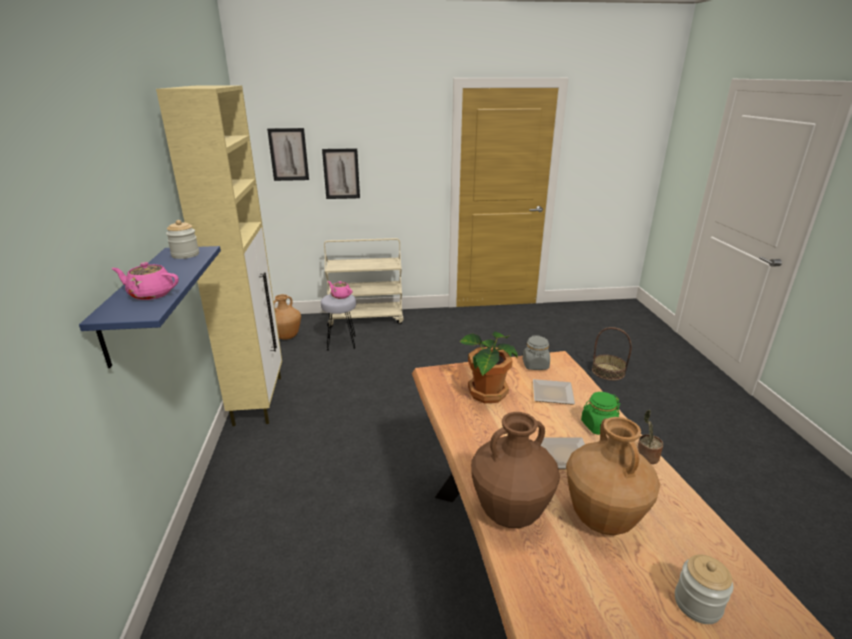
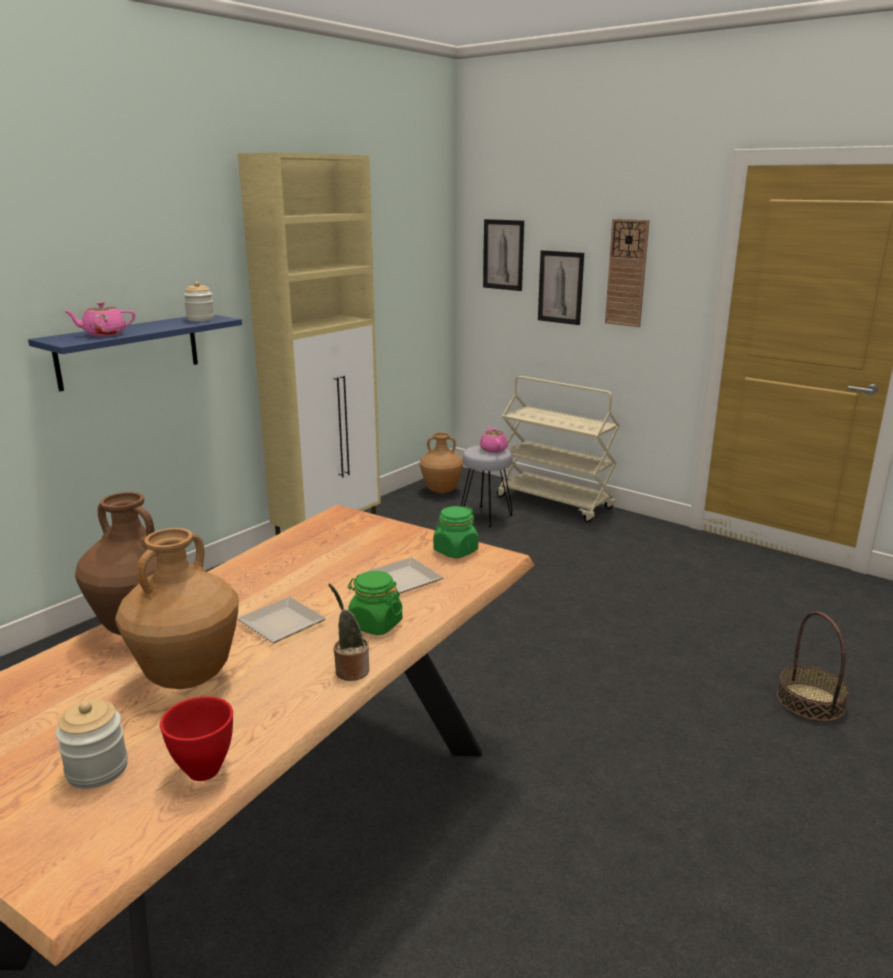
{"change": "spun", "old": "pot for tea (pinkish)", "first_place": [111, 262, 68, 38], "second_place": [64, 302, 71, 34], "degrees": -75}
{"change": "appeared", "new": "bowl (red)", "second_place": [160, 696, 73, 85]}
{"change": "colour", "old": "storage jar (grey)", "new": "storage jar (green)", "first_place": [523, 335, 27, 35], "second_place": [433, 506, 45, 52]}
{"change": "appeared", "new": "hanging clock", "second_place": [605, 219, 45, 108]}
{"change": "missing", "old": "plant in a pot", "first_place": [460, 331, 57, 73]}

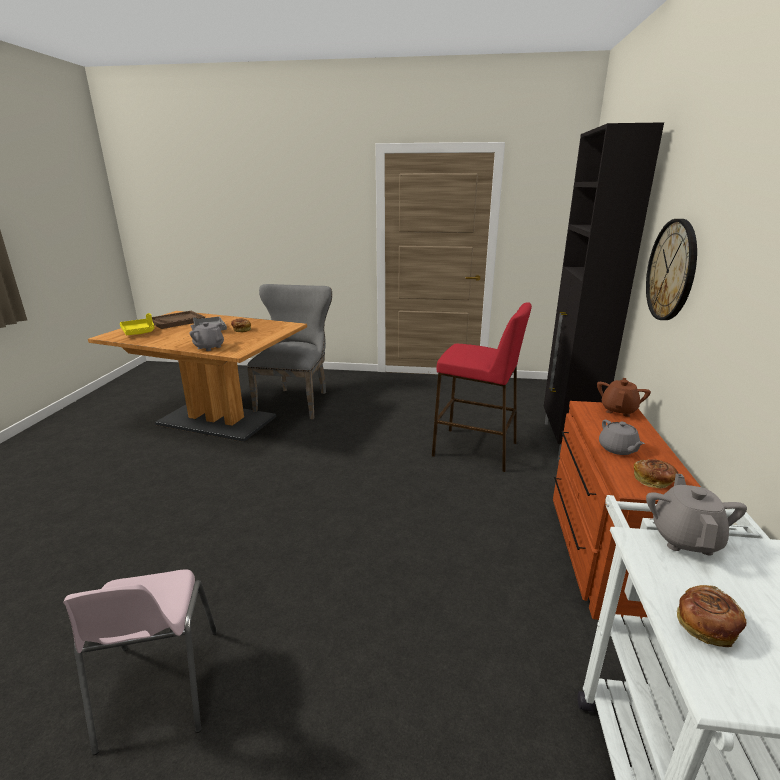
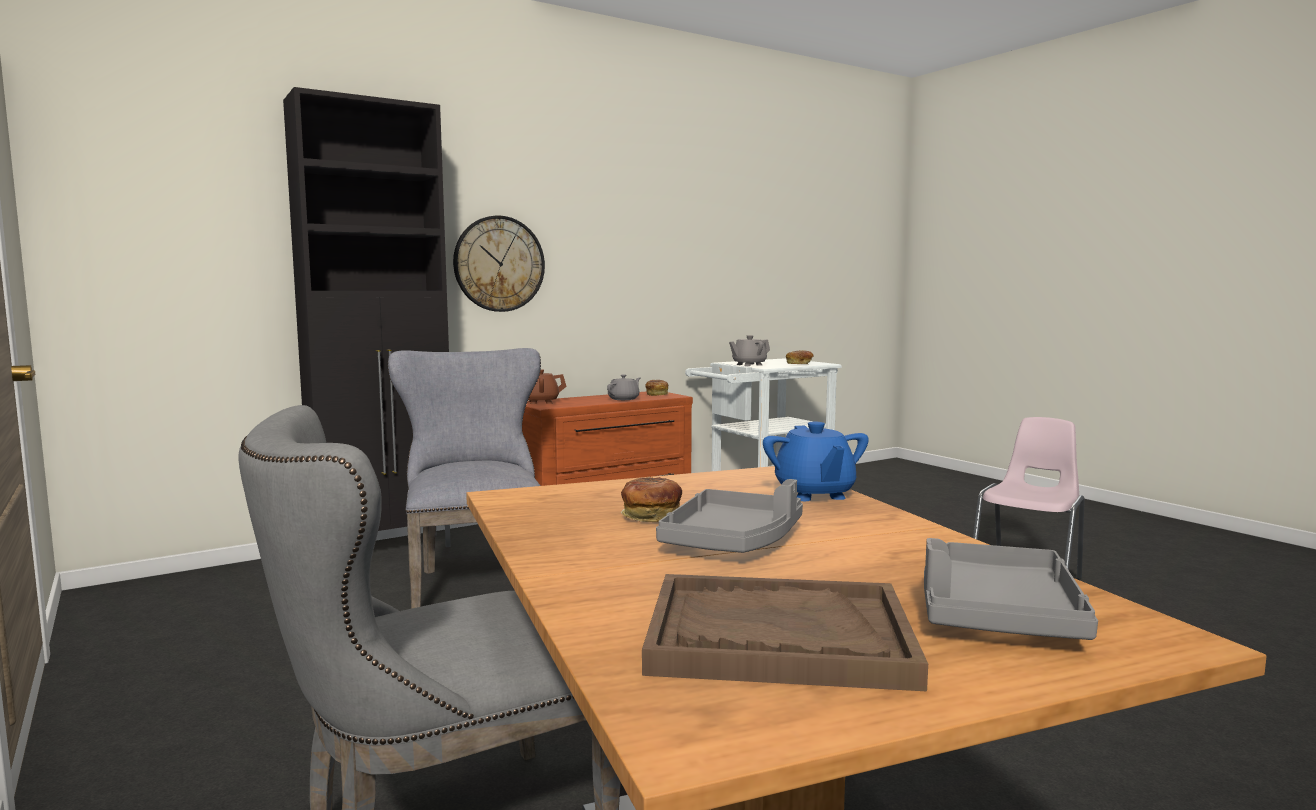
{"change": "exchanged", "old": "sitting stool (red)", "new": "upright chair (grey)", "first_place": [432, 302, 100, 170], "second_place": [388, 348, 153, 261]}
{"change": "colour", "old": "pot for tea (grey)", "new": "pot for tea (blue-coloured)", "first_place": [190, 322, 34, 29], "second_place": [763, 422, 106, 79]}
{"change": "colour", "old": "tray (yellowish)", "new": "tray (grey)", "first_place": [120, 313, 34, 22], "second_place": [924, 538, 174, 102]}

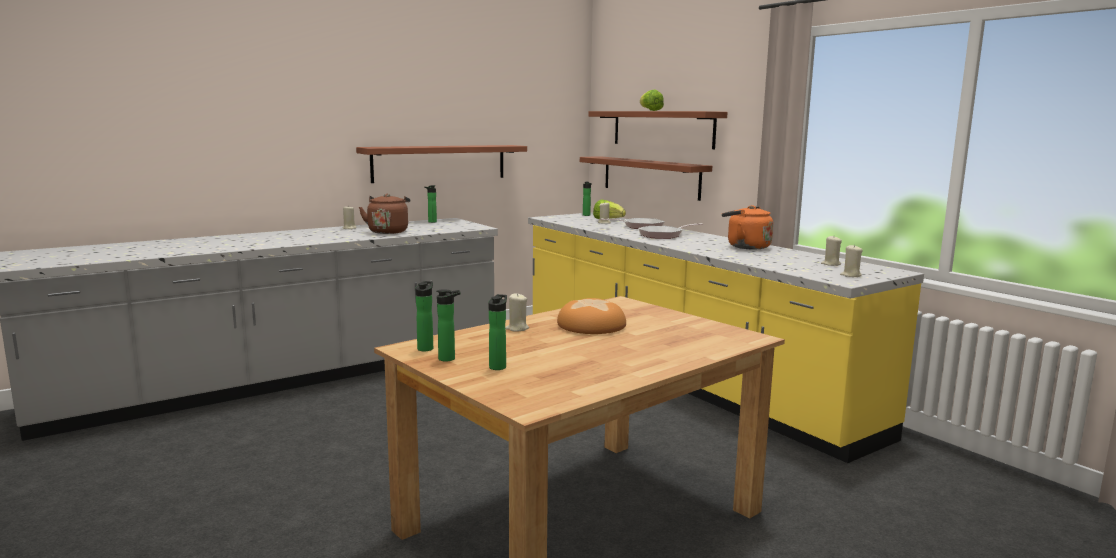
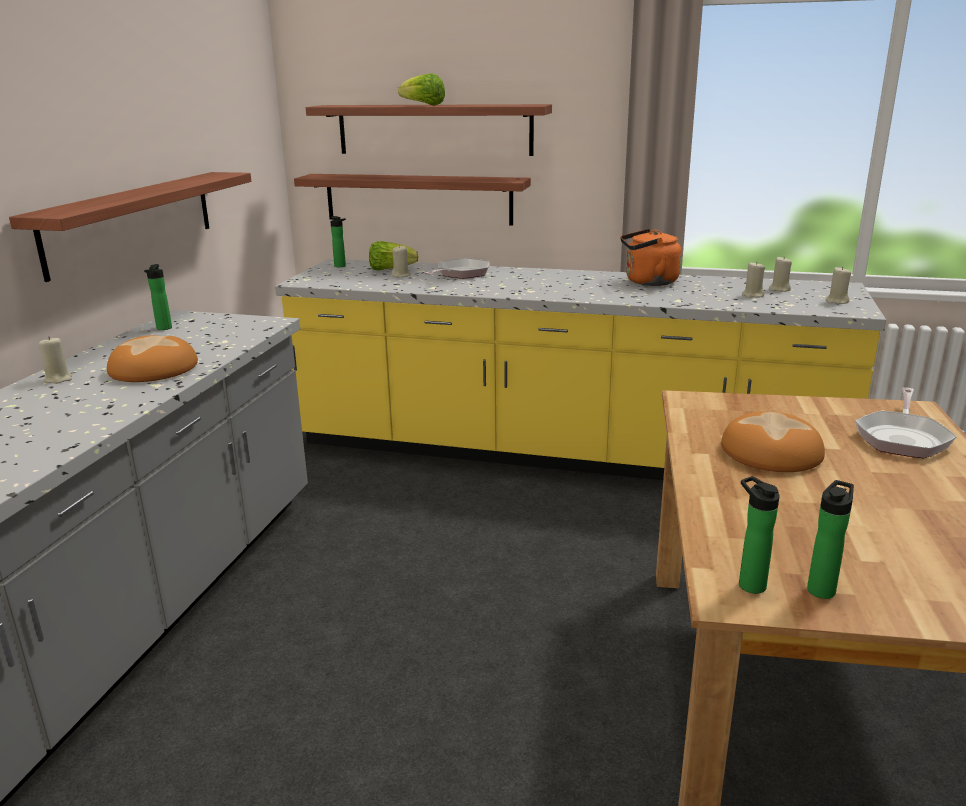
{"change": "exchanged", "old": "water kettle (brown)", "new": "bakery bread", "first_place": [359, 194, 51, 40], "second_place": [107, 335, 91, 47]}
{"change": "relocated", "old": "candle (sand-coloured)", "first_place": [505, 293, 24, 39], "second_place": [742, 261, 23, 37]}
{"change": "relocated", "old": "pan", "first_place": [638, 223, 65, 16], "second_place": [855, 387, 102, 71]}
{"change": "missing", "old": "bottle", "first_place": [489, 294, 18, 76]}

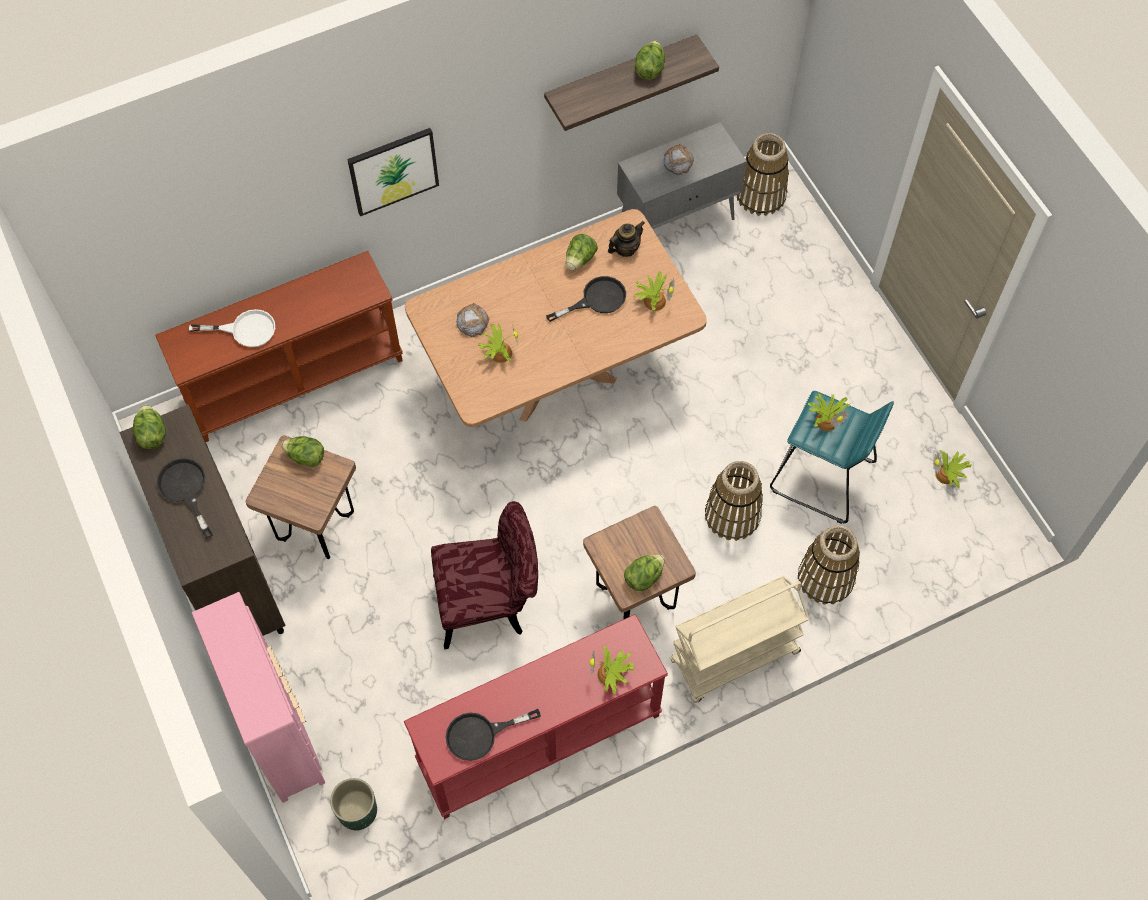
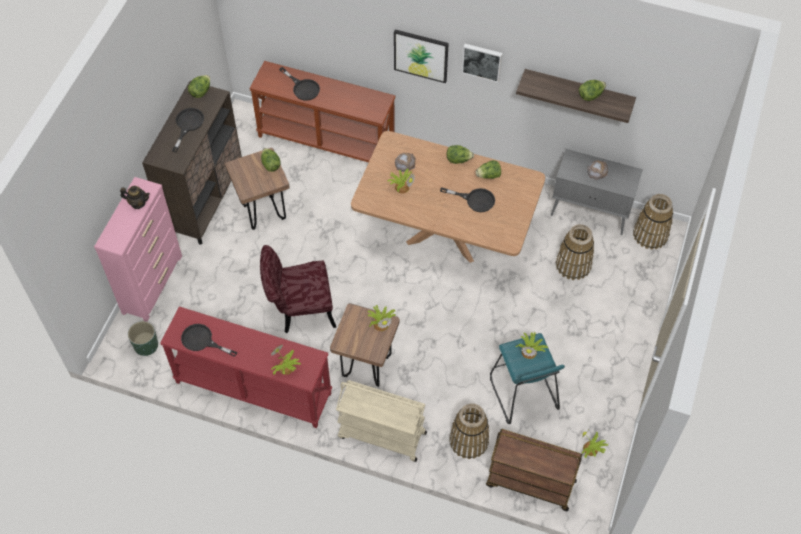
{"change": "relocated", "old": "pot for tea", "first_place": [608, 221, 37, 36], "second_place": [120, 186, 30, 23]}
{"change": "spun", "old": "upright chair (red)", "first_place": [431, 501, 107, 149], "second_place": [260, 245, 76, 88], "degrees": 135}
{"change": "colour", "old": "pan (whitish)", "new": "pan (black-coloured)", "first_place": [189, 309, 86, 38], "second_place": [279, 67, 41, 34]}
{"change": "relocated", "old": "plant in a pot", "first_place": [634, 271, 41, 40], "second_place": [367, 305, 29, 26]}
{"change": "relocated", "old": "lettuce head", "first_place": [624, 555, 41, 36], "second_place": [446, 145, 28, 19]}
{"change": "appeared", "new": "wall art", "second_place": [462, 44, 40, 39]}
{"change": "appeared", "new": "cart (brown)", "second_place": [486, 429, 96, 82]}
{"change": "relocated", "old": "basket", "first_place": [705, 461, 58, 80], "second_place": [556, 224, 38, 56]}

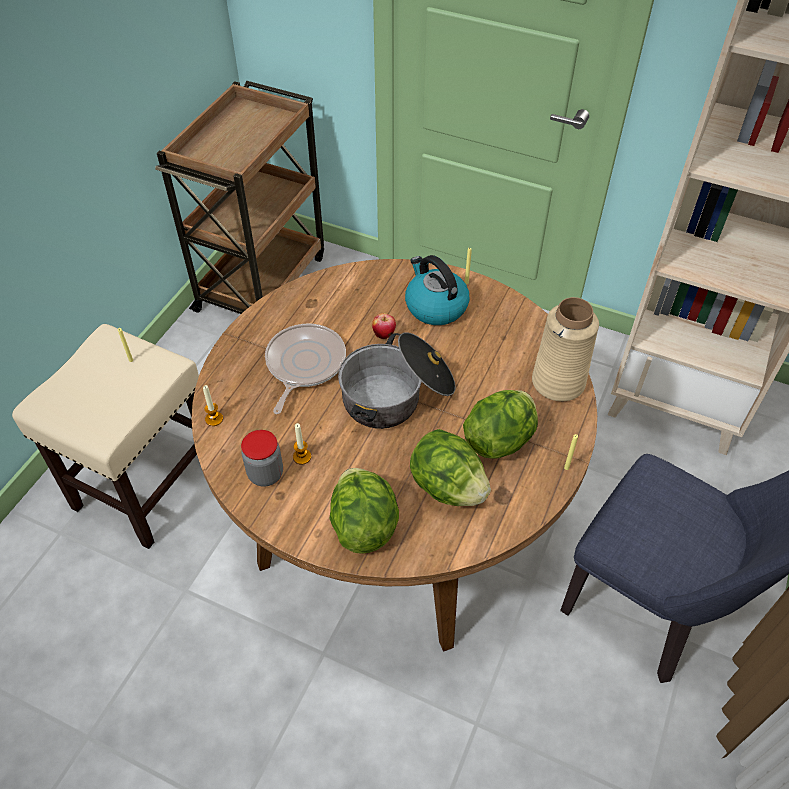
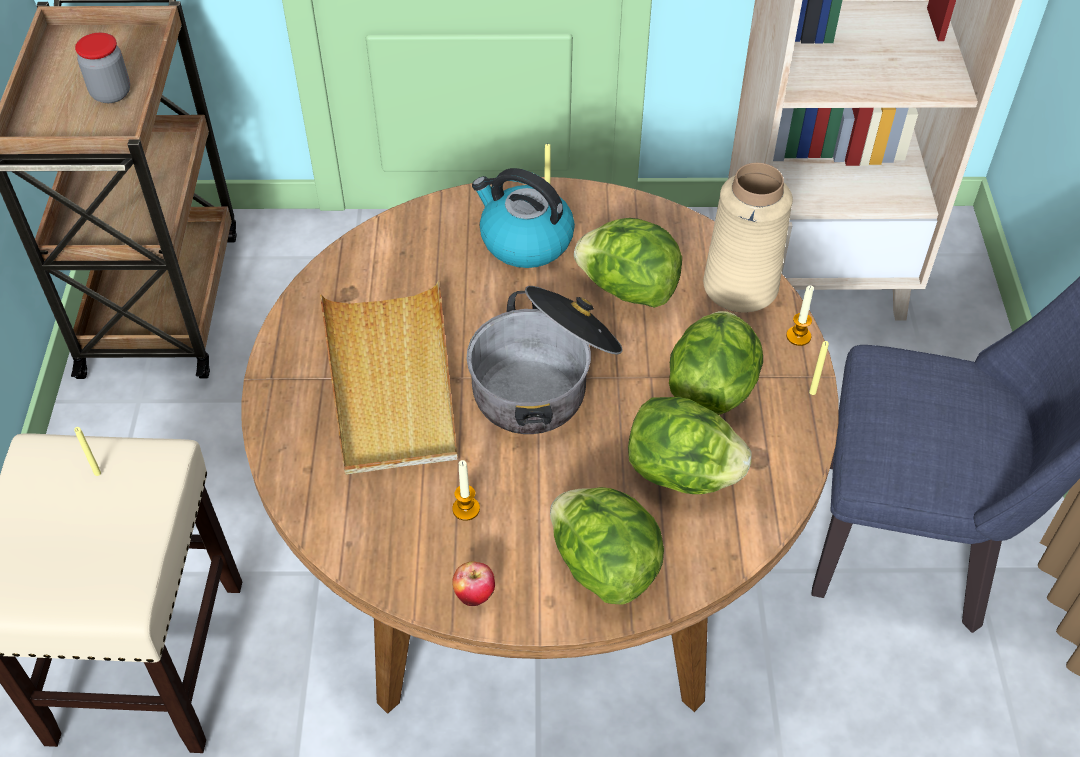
{"change": "relocated", "old": "storage jar", "first_place": [241, 430, 42, 57], "second_place": [75, 33, 55, 70]}
{"change": "exchanged", "old": "pan", "new": "tray (sand-coloured)", "first_place": [265, 324, 81, 90], "second_place": [320, 281, 137, 194]}
{"change": "relocated", "old": "apple", "first_place": [372, 313, 24, 26], "second_place": [452, 562, 43, 44]}
{"change": "appeared", "new": "lettuce head", "second_place": [574, 218, 108, 90]}
{"change": "relocated", "old": "candle", "first_place": [203, 385, 20, 41], "second_place": [786, 285, 28, 61]}

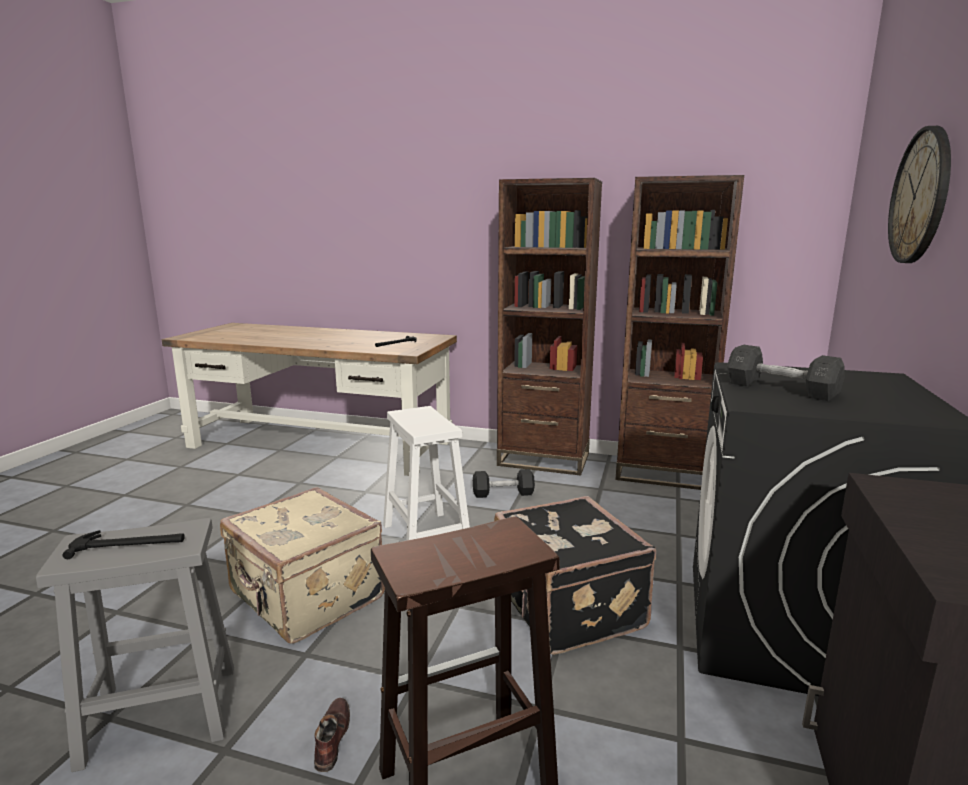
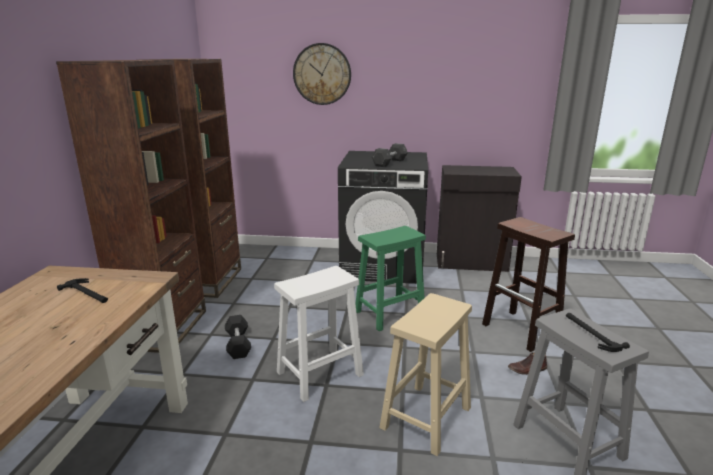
{"change": "exchanged", "old": "piece of luggage (black-coloured)", "new": "sitting stool (green)", "first_place": [494, 496, 162, 159], "second_place": [355, 226, 71, 105]}
{"change": "exchanged", "old": "piece of luggage (sand-coloured)", "new": "sitting stool (sand-coloured)", "first_place": [220, 487, 165, 157], "second_place": [379, 293, 93, 163]}

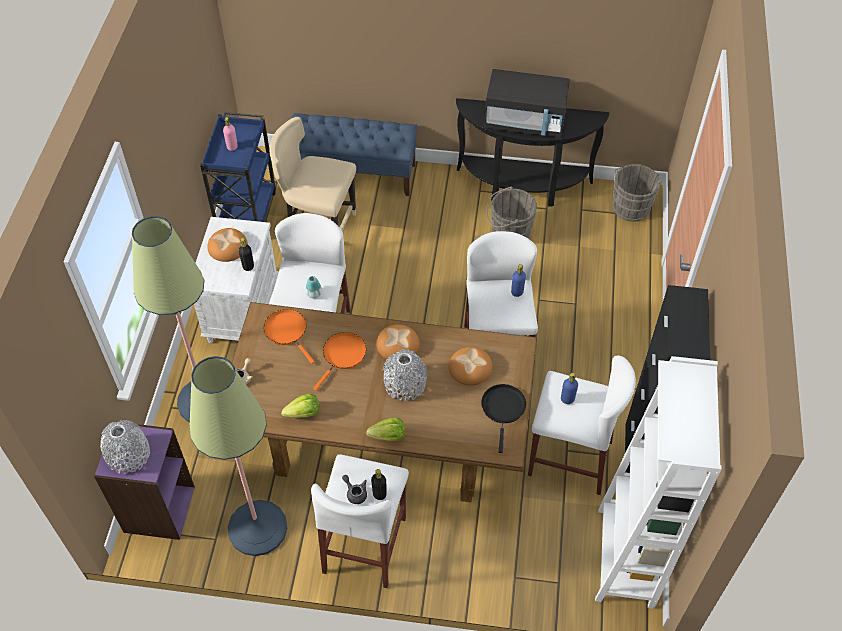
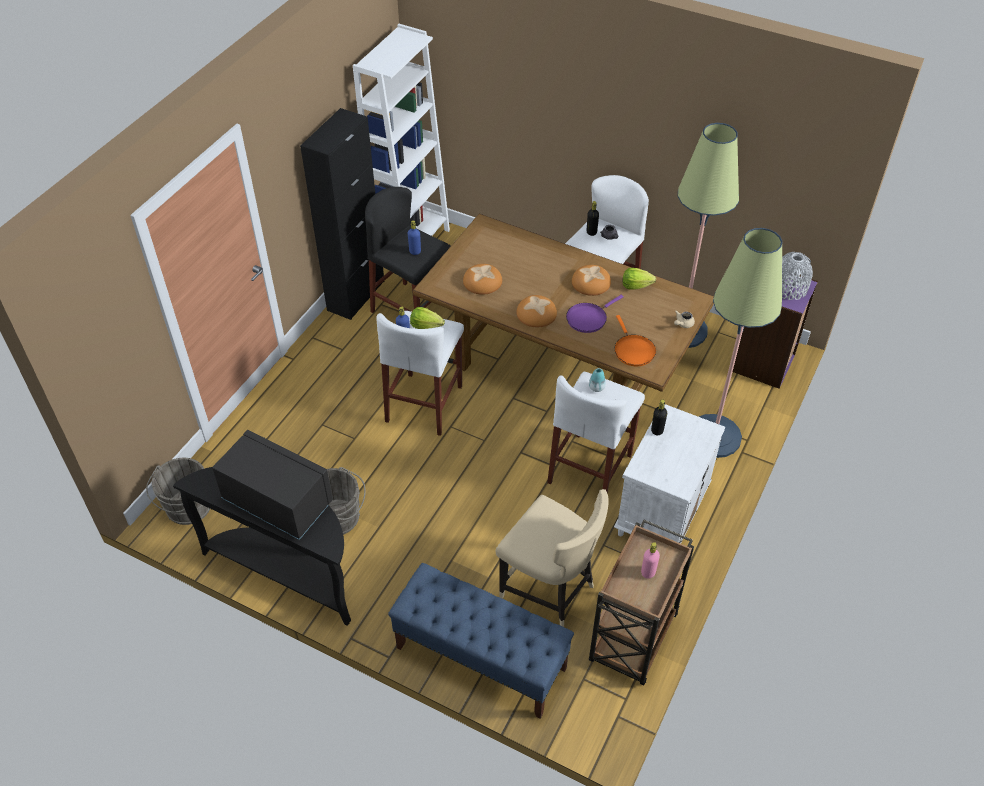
{"change": "colour", "old": "sitting stool (whitish)", "new": "sitting stool (black-coloured)", "first_place": [528, 356, 108, 139], "second_place": [365, 187, 86, 126]}
{"change": "relocated", "old": "lettuce head", "first_place": [366, 418, 39, 23], "second_place": [410, 307, 35, 22]}
{"change": "colour", "old": "pan (orangey)", "new": "pan (purple-coloured)", "first_place": [313, 332, 53, 59], "second_place": [566, 295, 58, 38]}
{"change": "relocated", "old": "bakery bread", "first_place": [207, 228, 41, 34], "second_place": [572, 265, 39, 31]}
{"change": "colour", "old": "cart (blue-coloured)", "new": "cart (brown)", "first_place": [200, 112, 76, 110], "second_place": [589, 519, 105, 167]}
{"change": "missing", "old": "decorative vase (grey)", "first_place": [383, 349, 44, 52]}
{"change": "missing", "old": "pan (black-coloured)", "first_place": [481, 384, 45, 69]}

